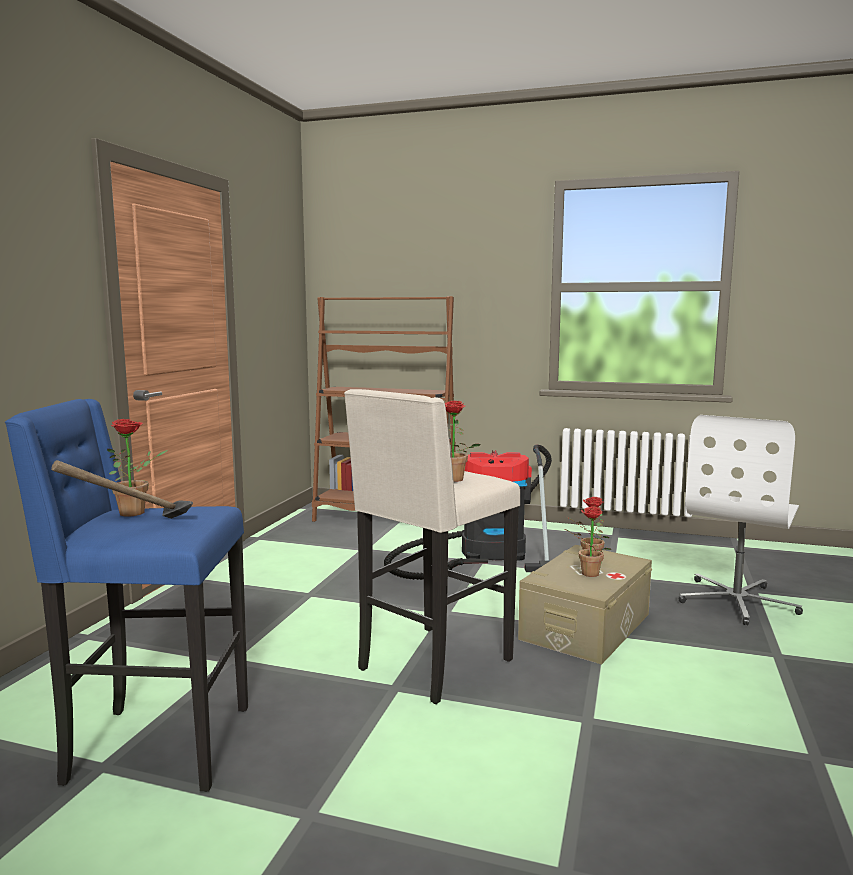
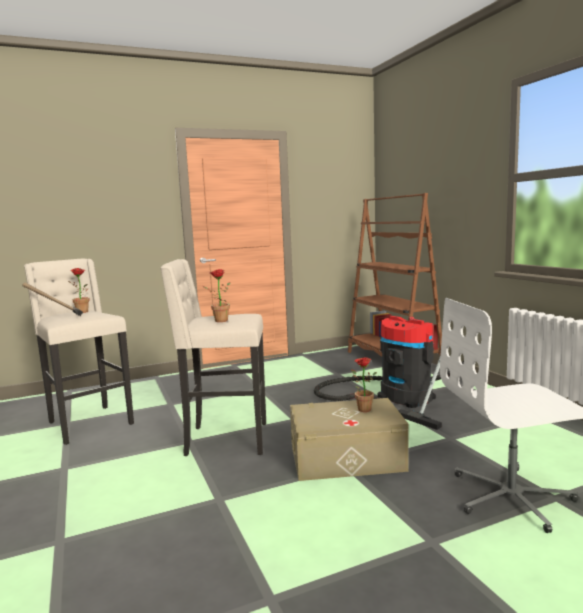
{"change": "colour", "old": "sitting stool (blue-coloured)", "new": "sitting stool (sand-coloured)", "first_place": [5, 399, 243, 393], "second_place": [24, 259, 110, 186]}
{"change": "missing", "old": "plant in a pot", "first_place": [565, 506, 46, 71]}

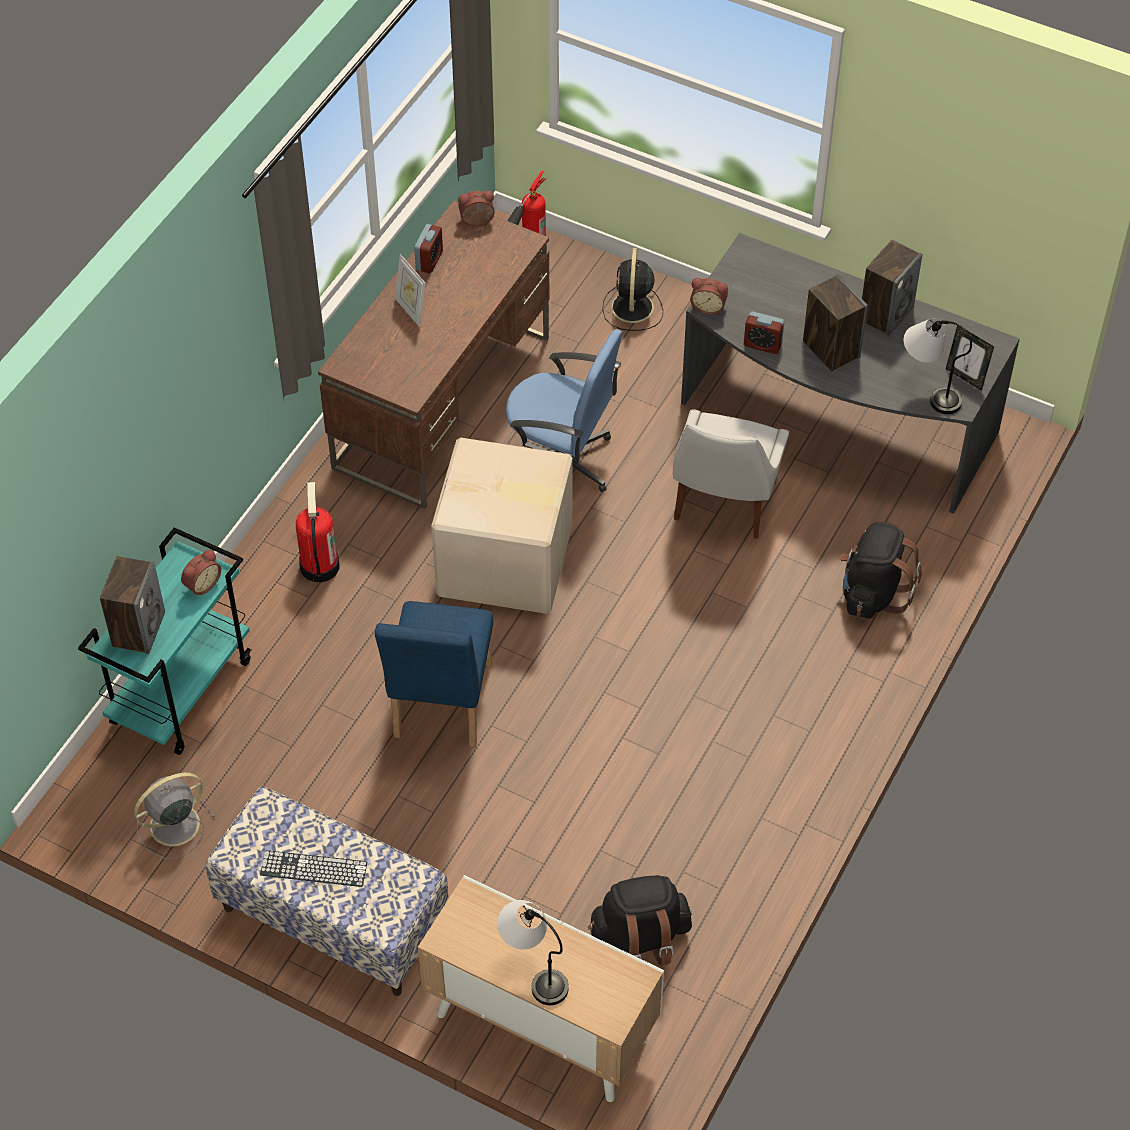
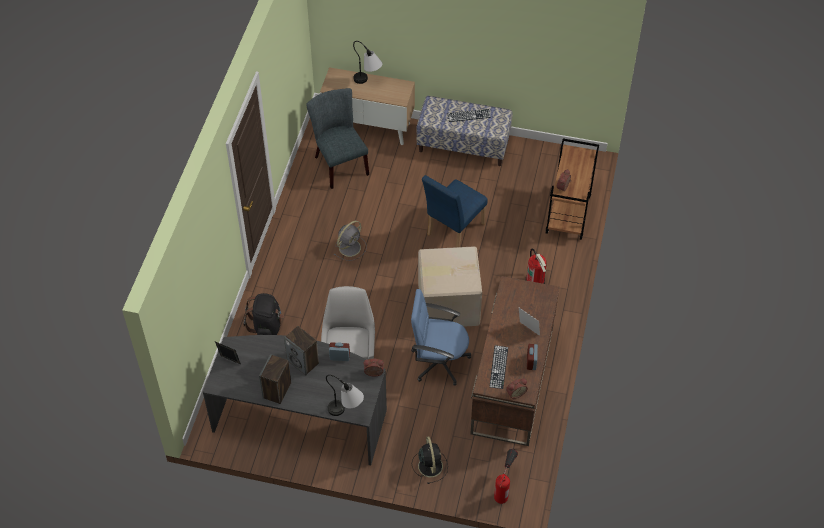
{"change": "exchanged", "old": "rucksack (black-coloured)", "new": "upright chair (grey)", "first_place": [588, 875, 104, 91], "second_place": [306, 88, 63, 101]}
{"change": "relocated", "old": "tabletop lamp", "first_place": [904, 318, 68, 96], "second_place": [326, 375, 38, 41]}
{"change": "relocated", "old": "fan (grey)", "first_place": [134, 773, 81, 86], "second_place": [334, 221, 33, 40]}
{"change": "spun", "old": "upright chair (blue-coloured)", "first_place": [375, 601, 118, 147], "second_place": [422, 175, 66, 72], "degrees": -135}
{"change": "appeared", "new": "keyboard", "second_place": [489, 345, 19, 44]}
{"change": "colour", "old": "cart (turquoise-coloured)", "new": "cart (brown)", "first_place": [78, 527, 174, 228], "second_place": [546, 139, 53, 101]}
{"change": "missing", "old": "audio speaker", "first_place": [100, 556, 65, 98]}

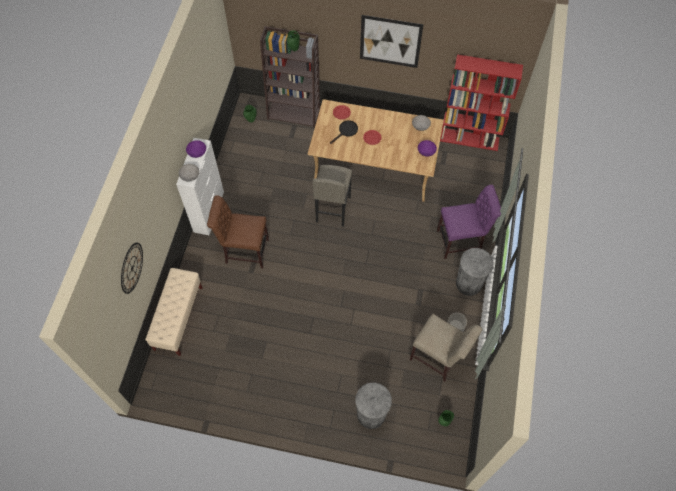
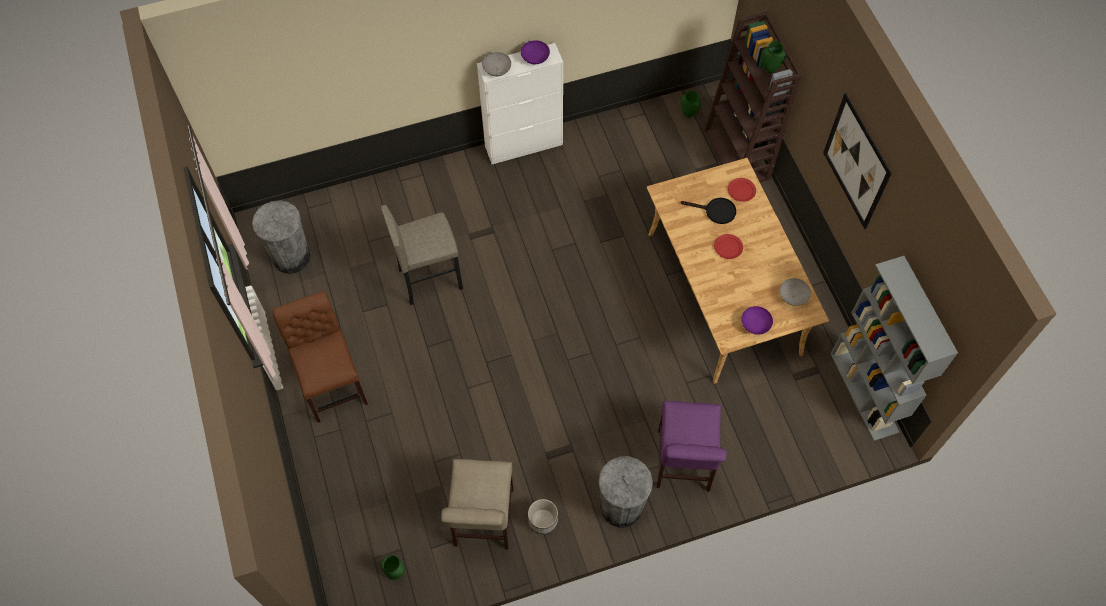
{"change": "relocated", "old": "waste bin (grey)", "first_place": [355, 382, 37, 47], "second_place": [252, 200, 59, 74]}
{"change": "relocated", "old": "upright chair (brown)", "first_place": [207, 195, 62, 73], "second_place": [272, 291, 96, 132]}
{"change": "relocated", "old": "sitting stool (grey)", "first_place": [312, 165, 40, 62], "second_place": [381, 205, 82, 100]}
{"change": "spun", "old": "upright chair (purple-coloured)", "first_place": [437, 185, 64, 74], "second_place": [656, 401, 71, 91], "degrees": 45}
{"change": "colour", "old": "shelving unit (red)", "new": "shelving unit (grey)", "first_place": [440, 54, 83, 97], "second_place": [831, 256, 127, 185]}
{"change": "missing", "old": "hanging clock", "first_place": [121, 243, 22, 51]}
{"change": "missing", "old": "bench (sand-coloured)", "first_place": [145, 268, 58, 88]}

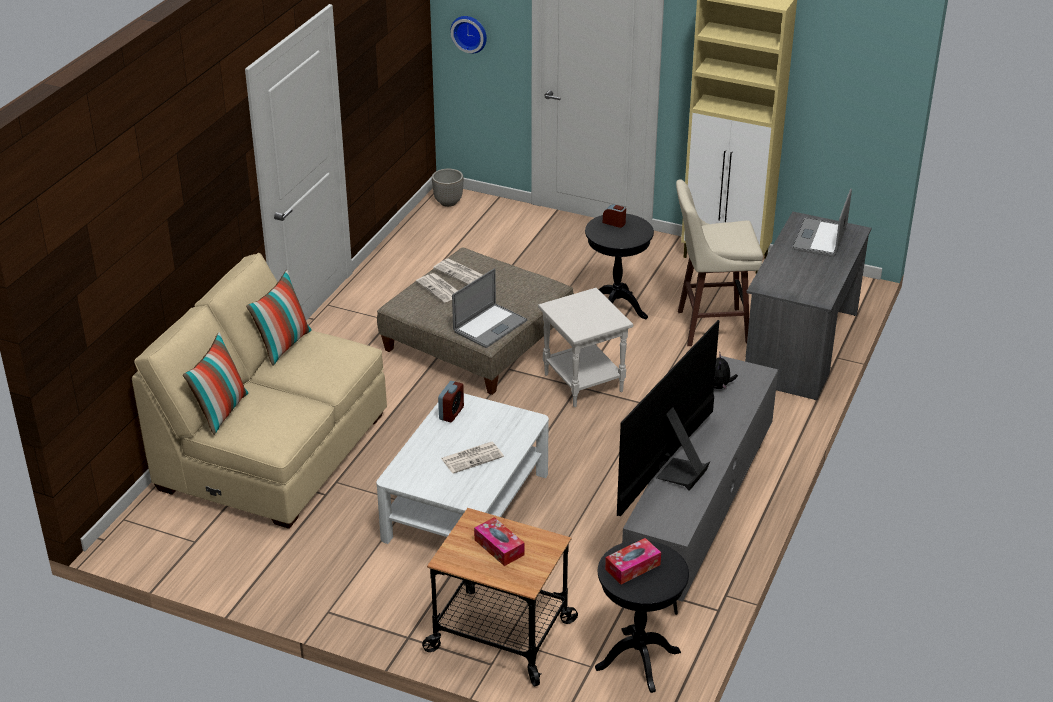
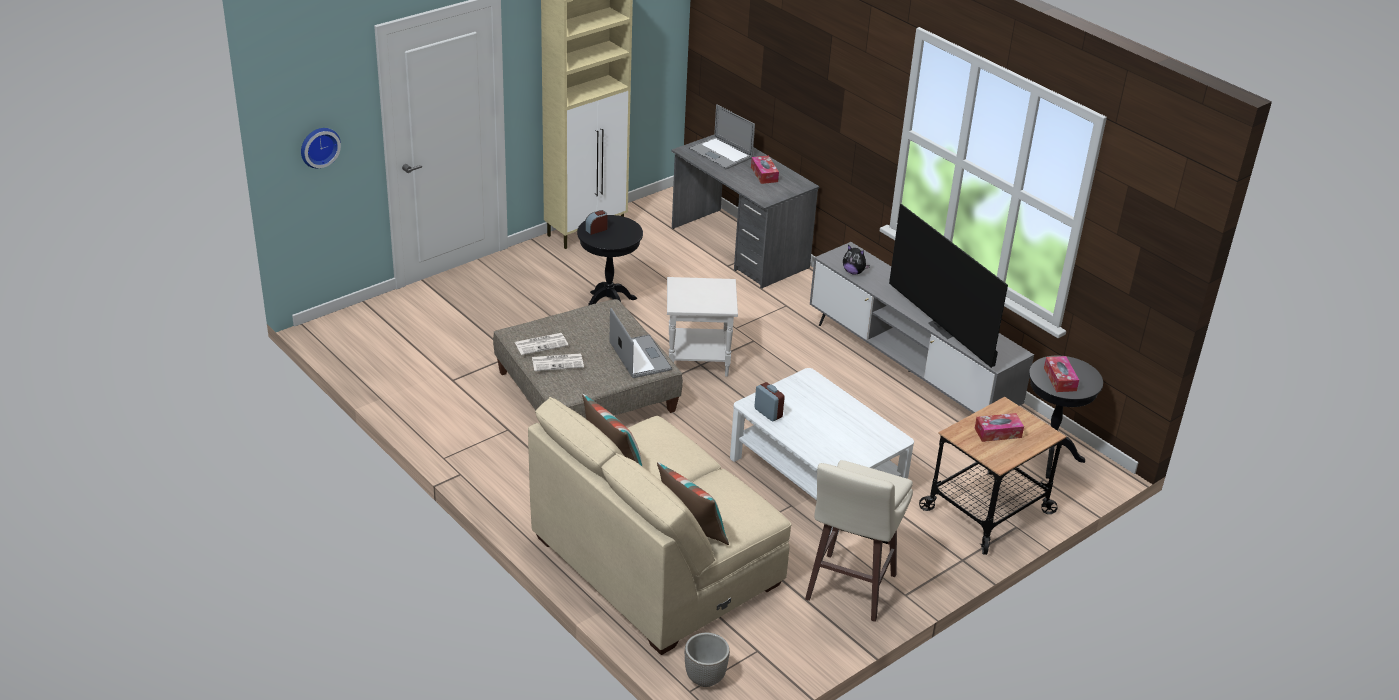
{"change": "relocated", "old": "plant pot", "first_place": [432, 169, 32, 38], "second_place": [685, 633, 45, 54]}
{"change": "appeared", "new": "tissue box", "second_place": [751, 156, 28, 28]}
{"change": "relocated", "old": "sitting stool (sand-coloured)", "first_place": [676, 179, 87, 167], "second_place": [805, 460, 108, 162]}
{"change": "missing", "old": "newspaper", "first_place": [441, 442, 63, 32]}

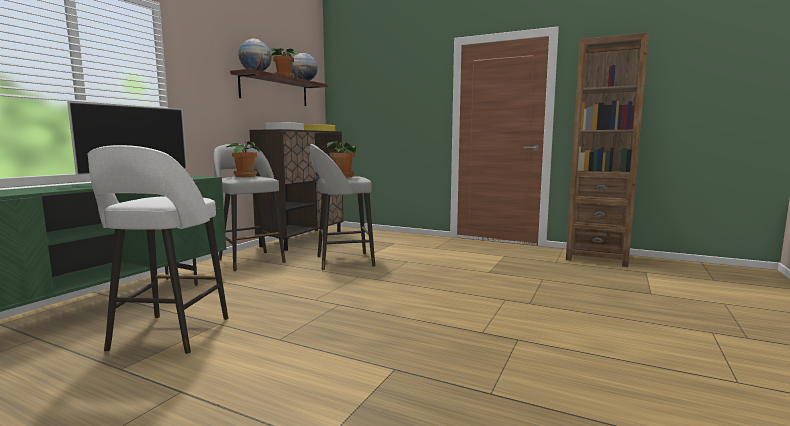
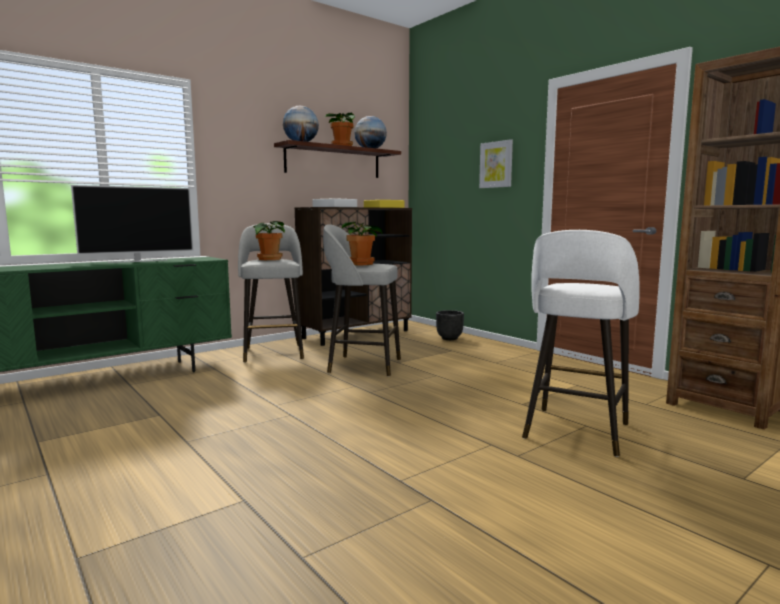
{"change": "appeared", "new": "plant pot (black-coloured)", "second_place": [436, 310, 28, 30]}
{"change": "appeared", "new": "wall art", "second_place": [479, 139, 34, 49]}
{"change": "relocated", "old": "sitting stool (whitish)", "first_place": [88, 145, 140, 209], "second_place": [522, 230, 117, 227]}

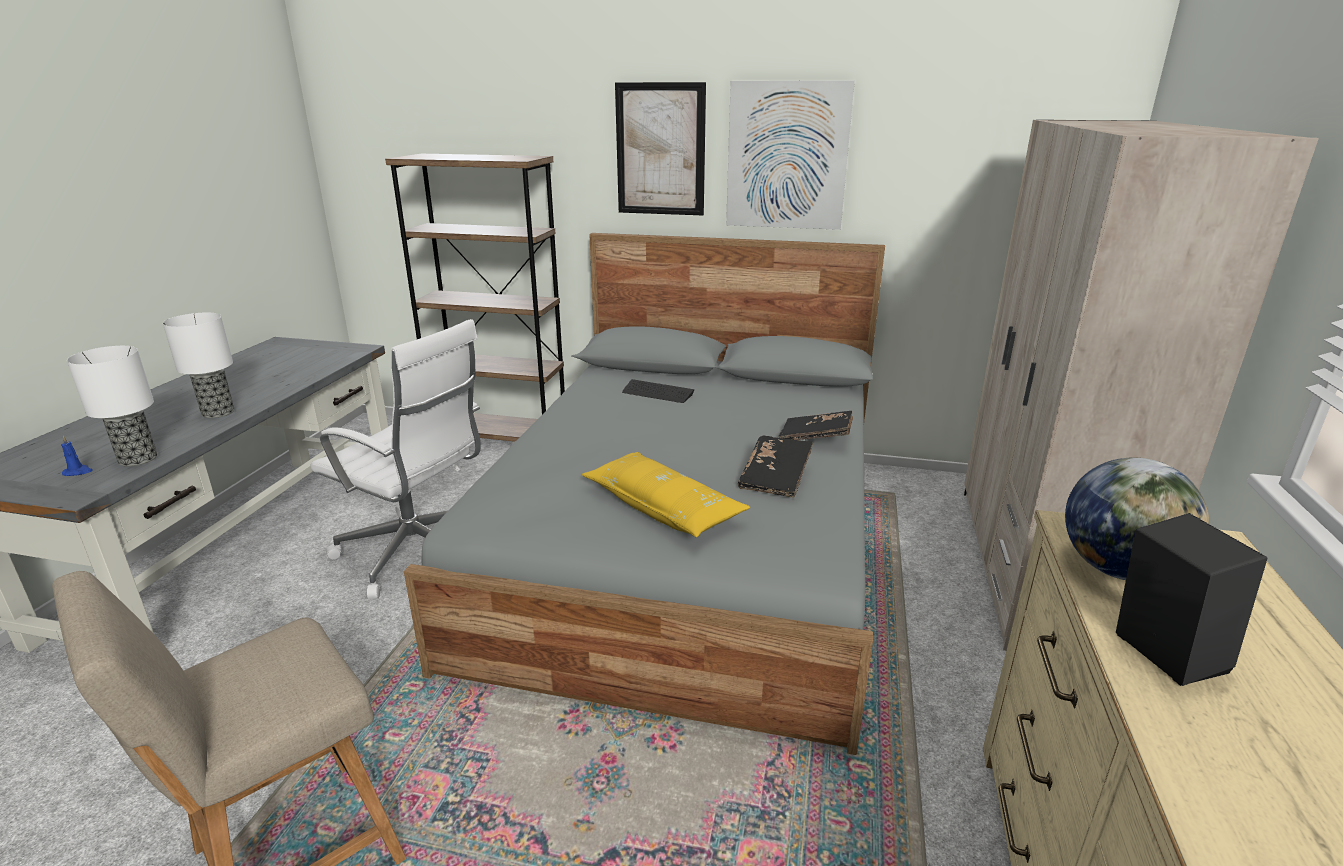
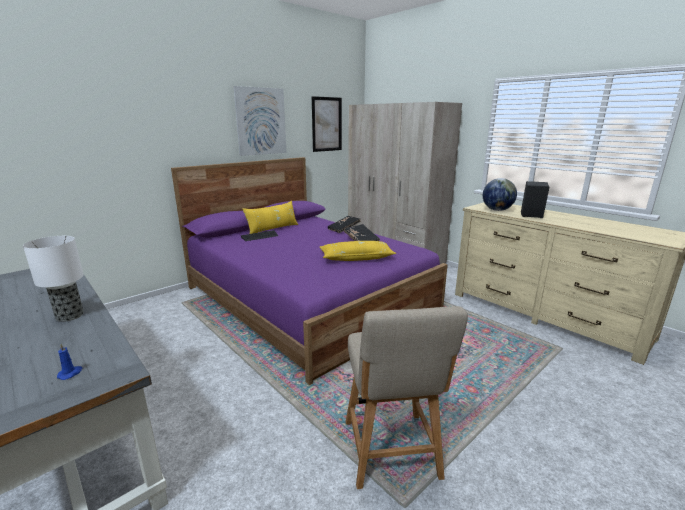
{"change": "colour", "old": "bedroom bed (grey)", "new": "bedroom bed (purple-coloured)", "first_place": [404, 233, 481, 522], "second_place": [171, 157, 277, 228]}
{"change": "appeared", "new": "cushion (yellowish)", "second_place": [242, 201, 56, 33]}
{"change": "relocated", "old": "wall art", "first_place": [615, 82, 91, 133], "second_place": [312, 96, 30, 56]}
{"change": "missing", "old": "tabletop lamp", "first_place": [67, 346, 90, 121]}
{"change": "missing", "old": "office chair (whitish)", "first_place": [311, 319, 170, 280]}
{"change": "missing", "old": "shelving unit (brown)", "first_place": [385, 154, 180, 288]}

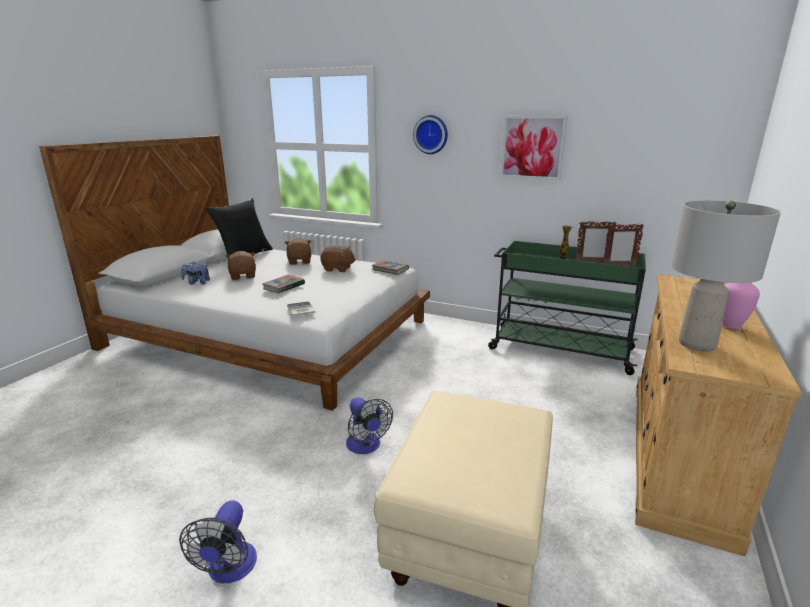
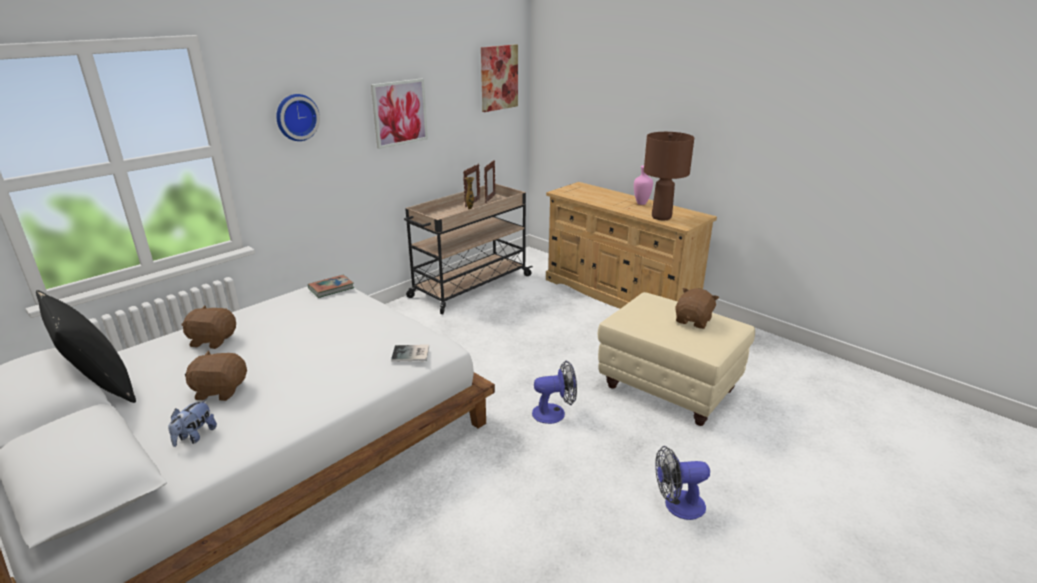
{"change": "colour", "old": "cart (green)", "new": "cart (sand-coloured)", "first_place": [488, 241, 158, 134], "second_place": [404, 184, 129, 130]}
{"change": "appeared", "new": "wall art", "second_place": [481, 44, 37, 68]}
{"change": "colour", "old": "tabletop lamp (grey)", "new": "tabletop lamp (brown)", "first_place": [671, 201, 110, 151], "second_place": [644, 132, 50, 88]}
{"change": "spun", "old": "fan", "first_place": [179, 500, 78, 83], "second_place": [655, 446, 55, 74], "degrees": 150}
{"change": "relocated", "old": "cuddly toy (brown)", "first_place": [320, 245, 36, 27], "second_place": [675, 288, 44, 41]}
{"change": "missing", "old": "bound book", "first_place": [262, 274, 43, 19]}

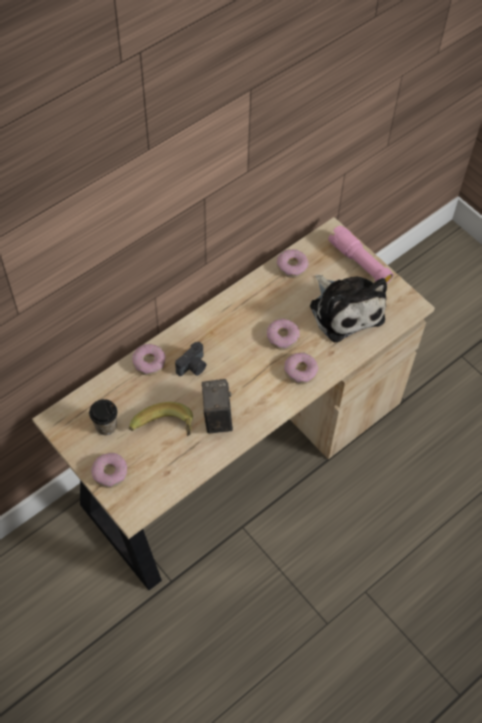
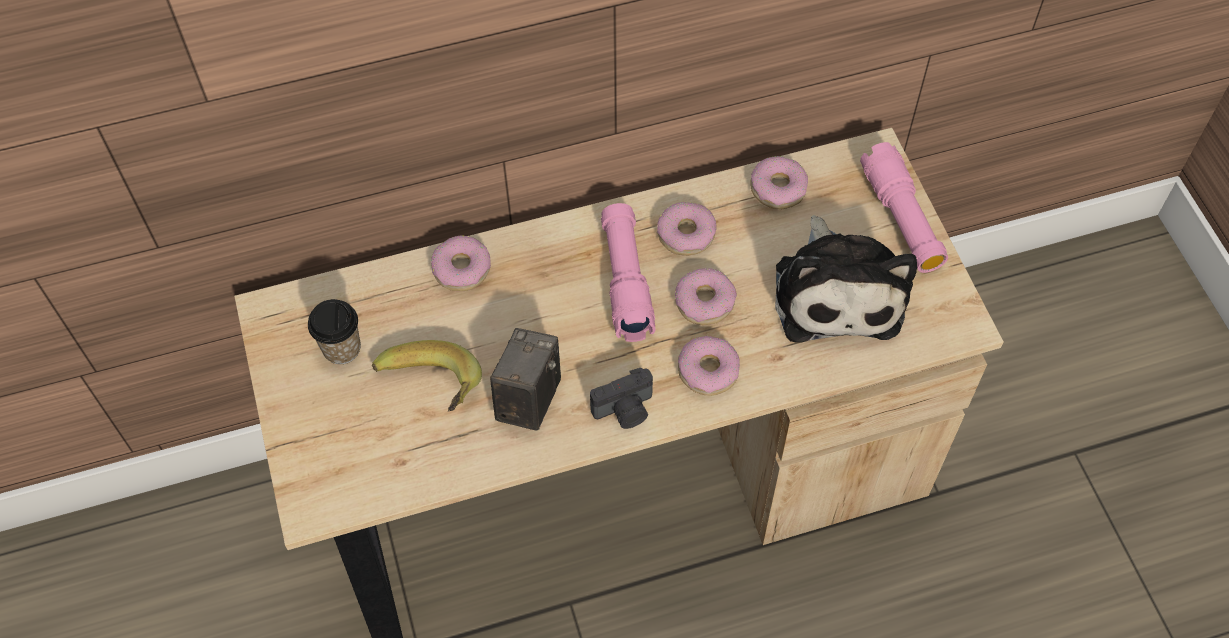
{"change": "relocated", "old": "still camera", "first_place": [175, 342, 32, 34], "second_place": [590, 368, 63, 61]}
{"change": "appeared", "new": "torch (pinkish)", "second_place": [601, 203, 55, 139]}
{"change": "relocated", "old": "ring doughnut", "first_place": [91, 453, 36, 35], "second_place": [657, 202, 60, 54]}

